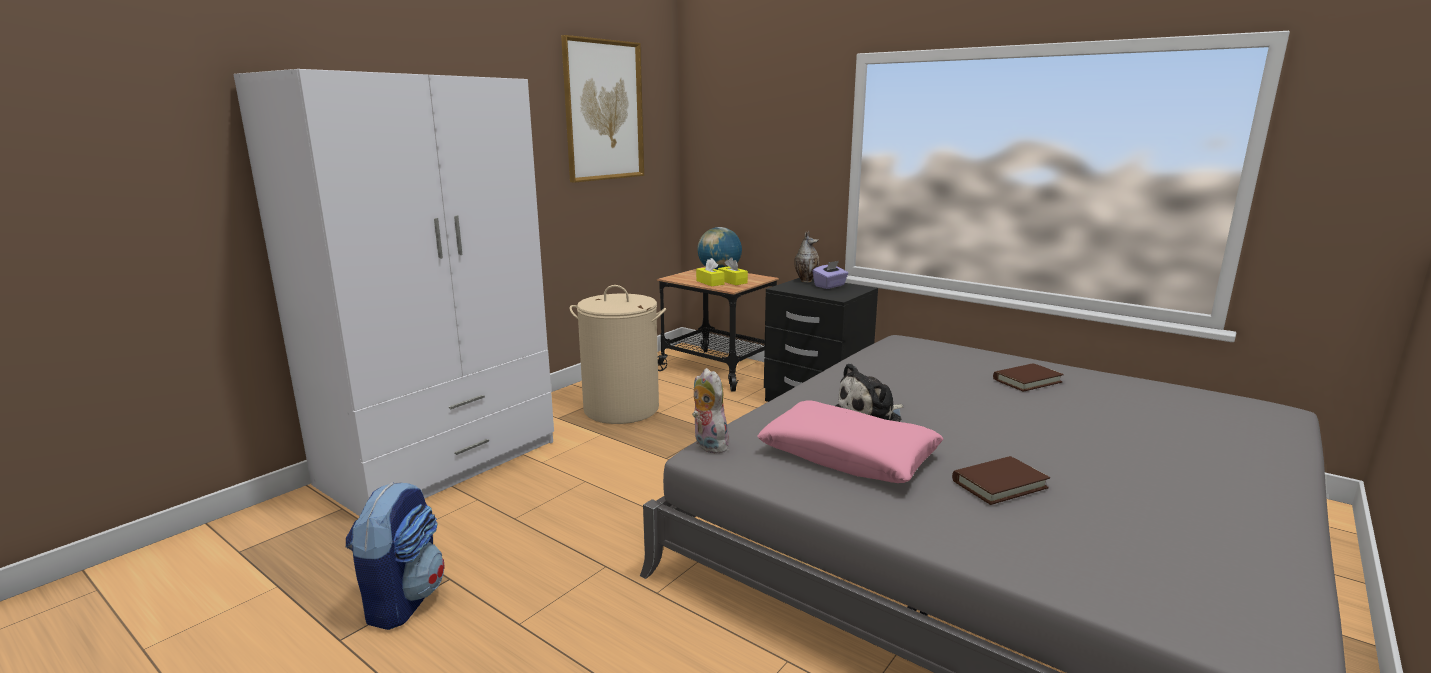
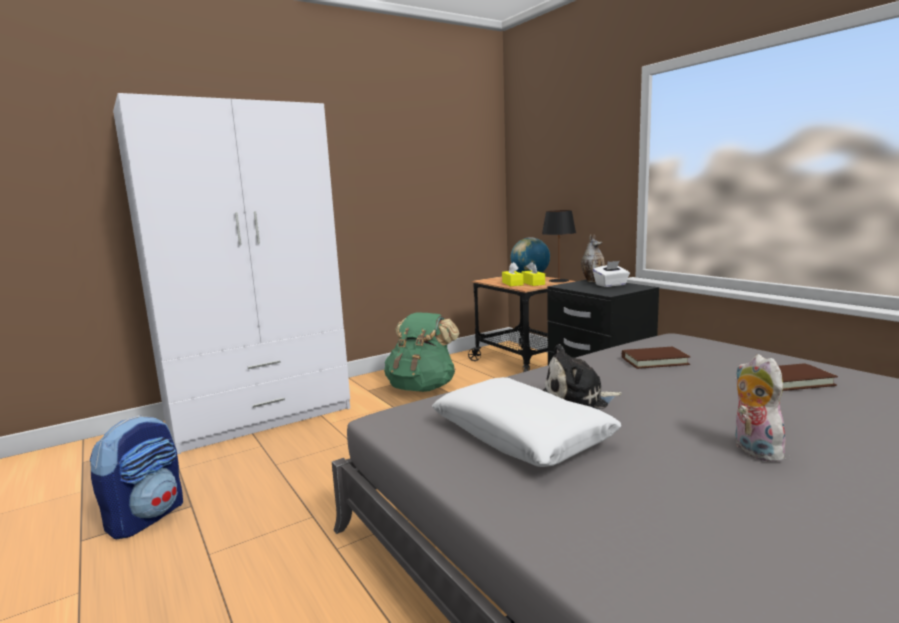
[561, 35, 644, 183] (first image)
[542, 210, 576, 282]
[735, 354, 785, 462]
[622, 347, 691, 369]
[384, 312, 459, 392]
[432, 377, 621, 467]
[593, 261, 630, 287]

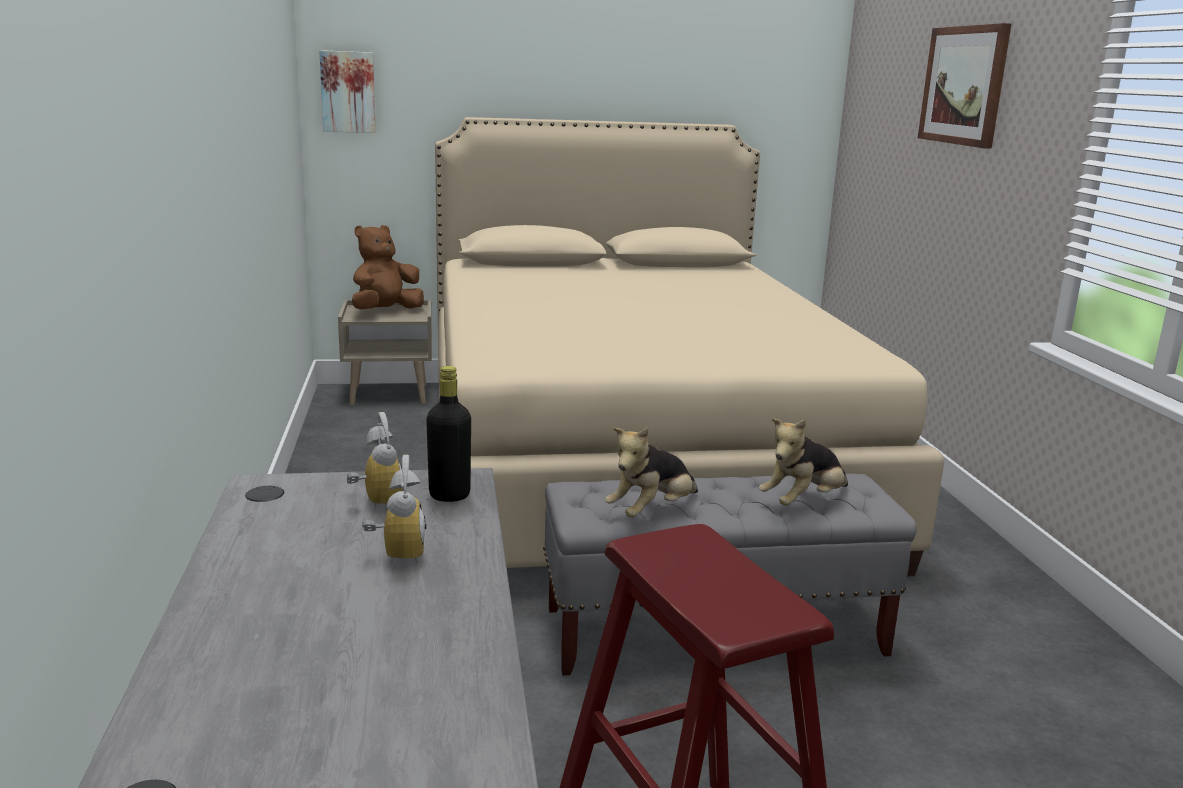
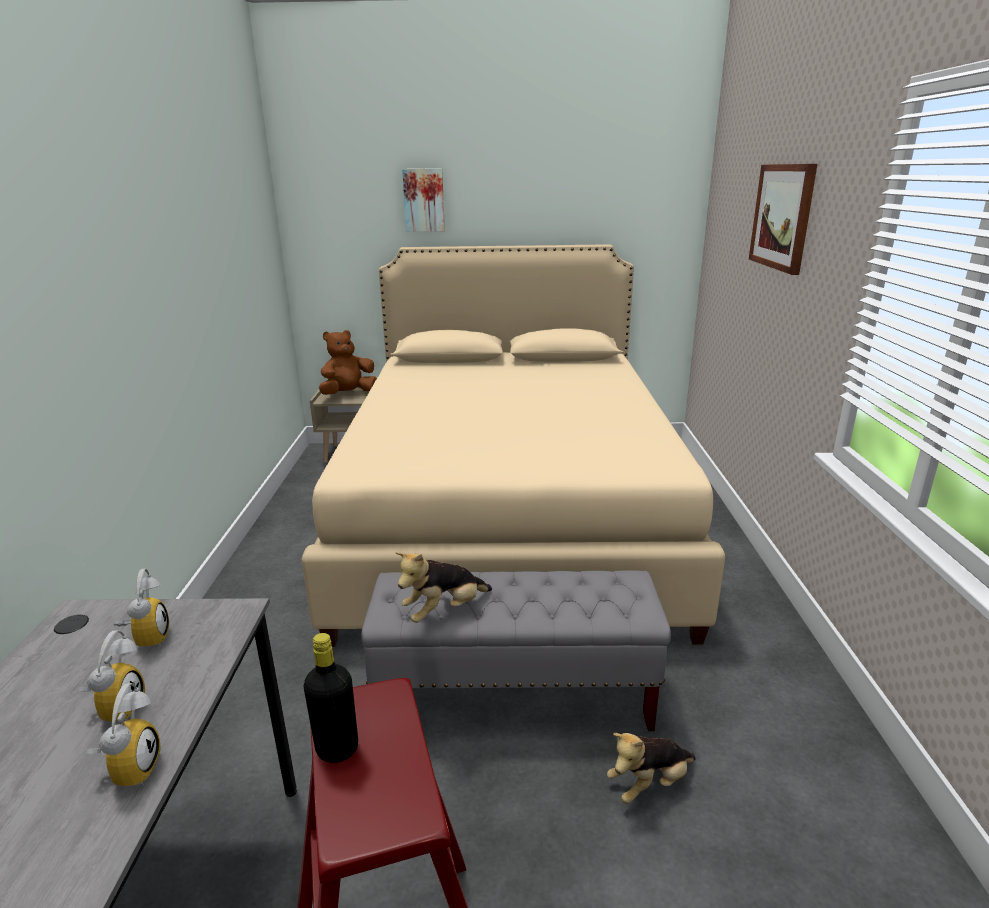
[86, 683, 161, 786]
[402, 168, 445, 232]
[304, 633, 358, 763]
[607, 733, 696, 804]

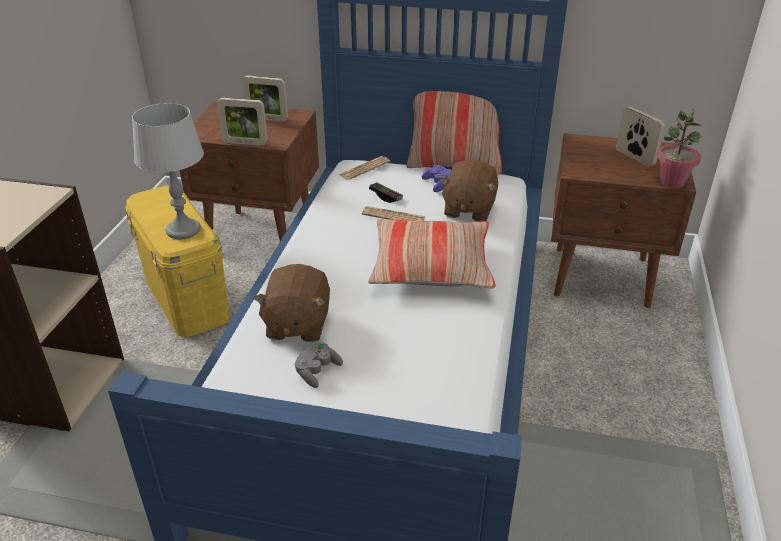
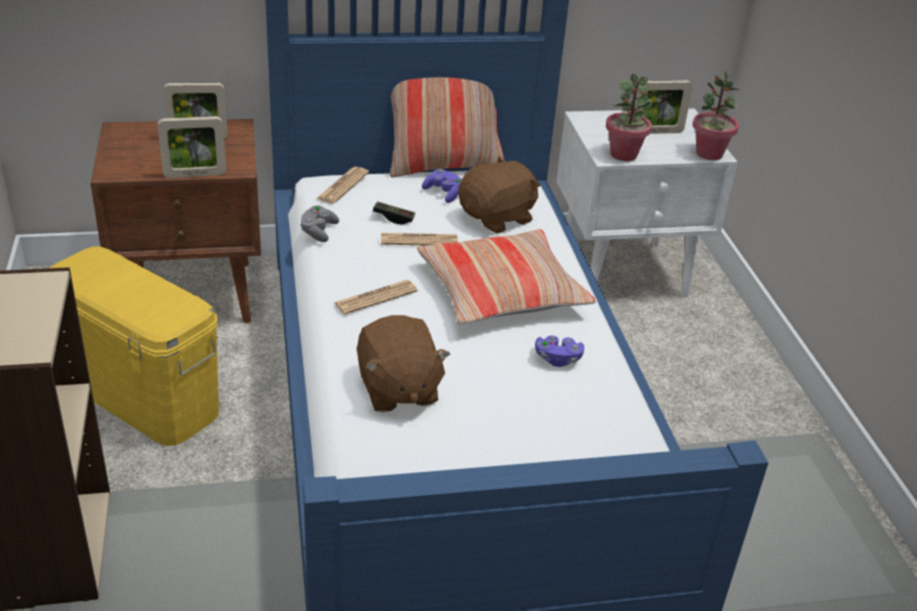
[132, 103, 204, 239] (first image)
[334, 280, 418, 315]
[535, 335, 584, 367]
[606, 74, 653, 161]
[300, 205, 339, 242]
[556, 109, 738, 298]
[458, 156, 540, 234]
[635, 80, 693, 134]

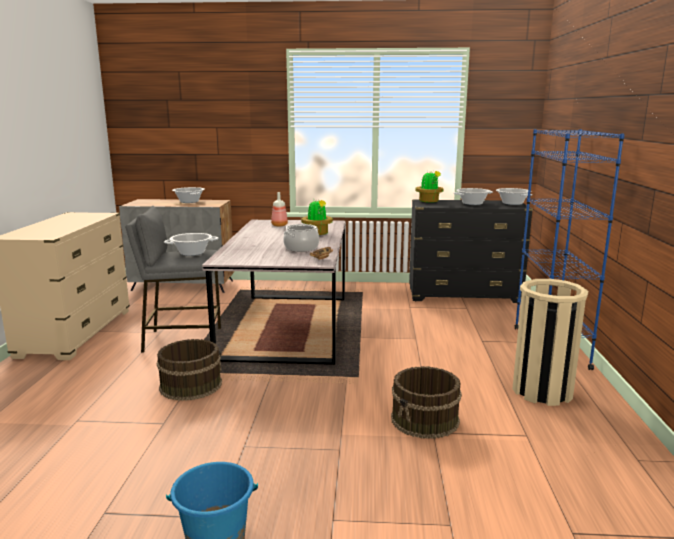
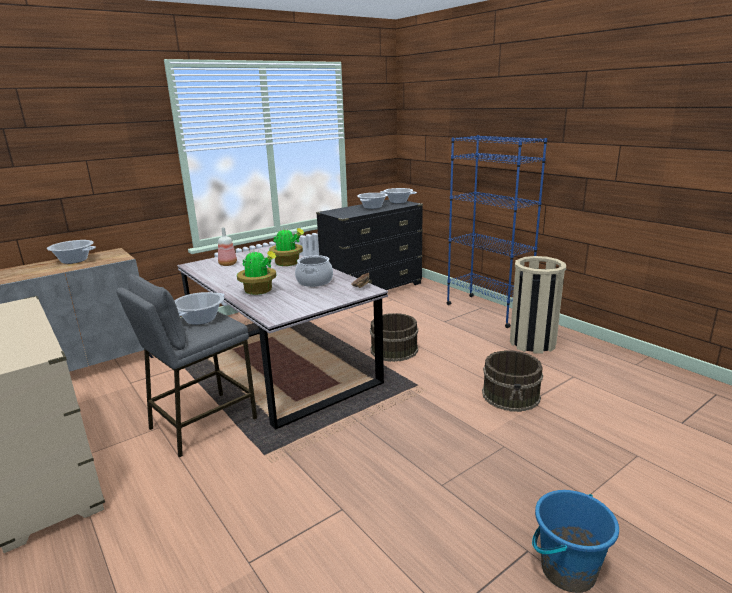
[370, 313, 418, 362]
[237, 250, 276, 295]

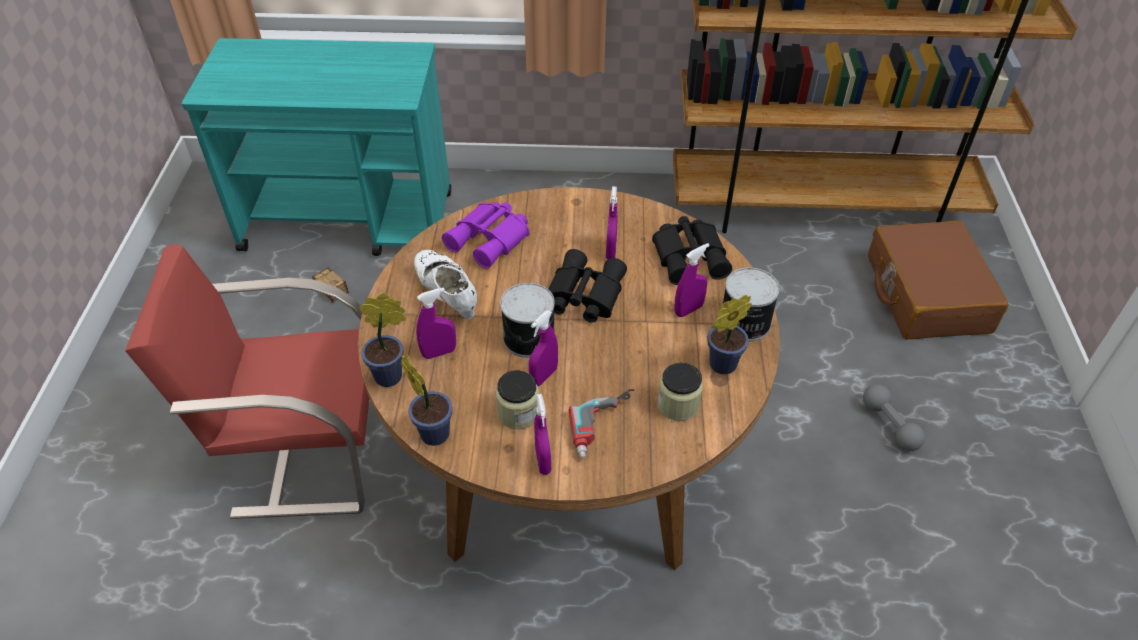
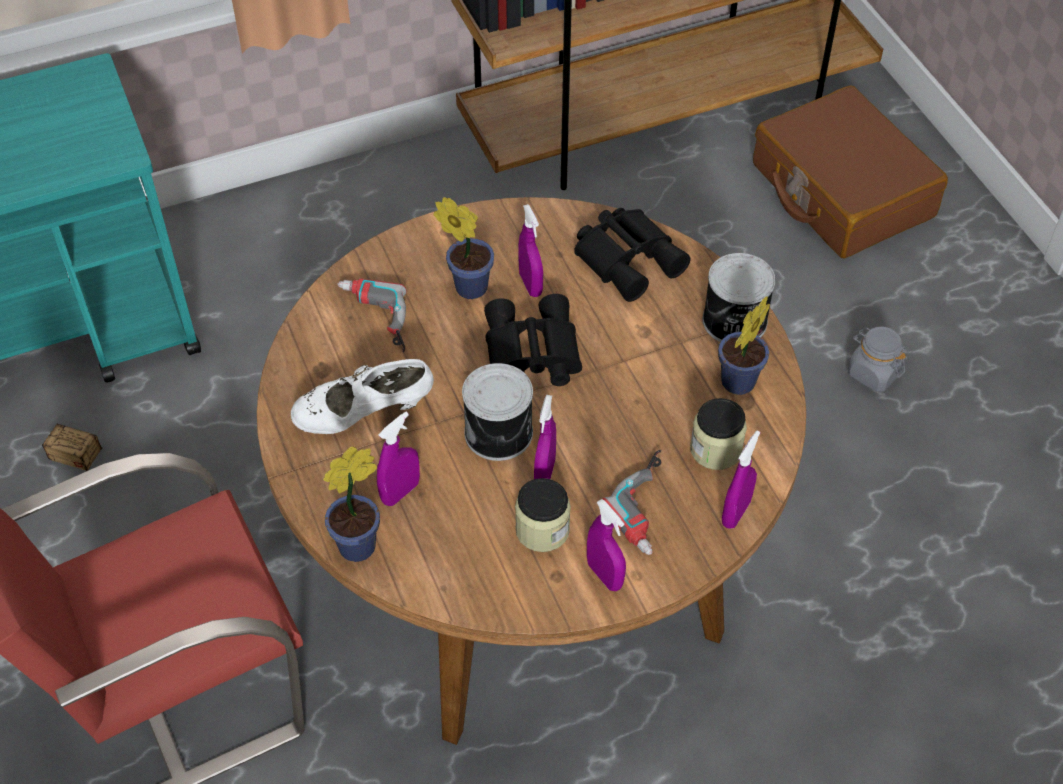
[433, 197, 494, 299]
[722, 430, 760, 529]
[337, 278, 407, 353]
[848, 327, 907, 392]
[291, 359, 434, 434]

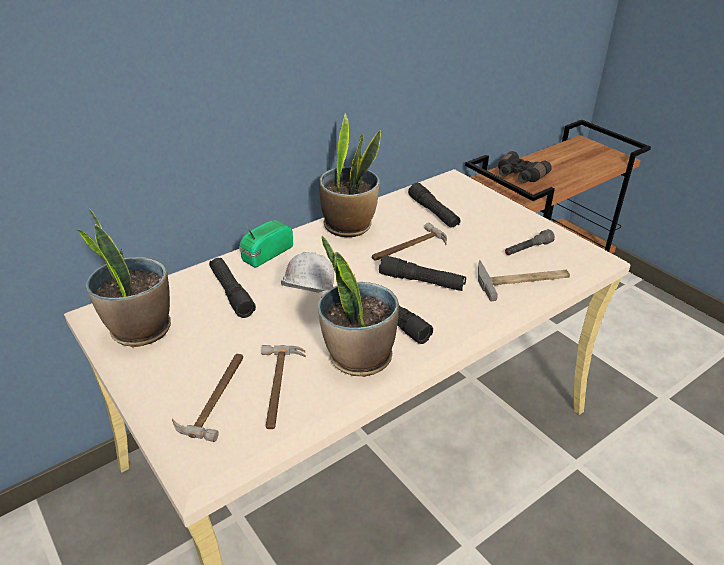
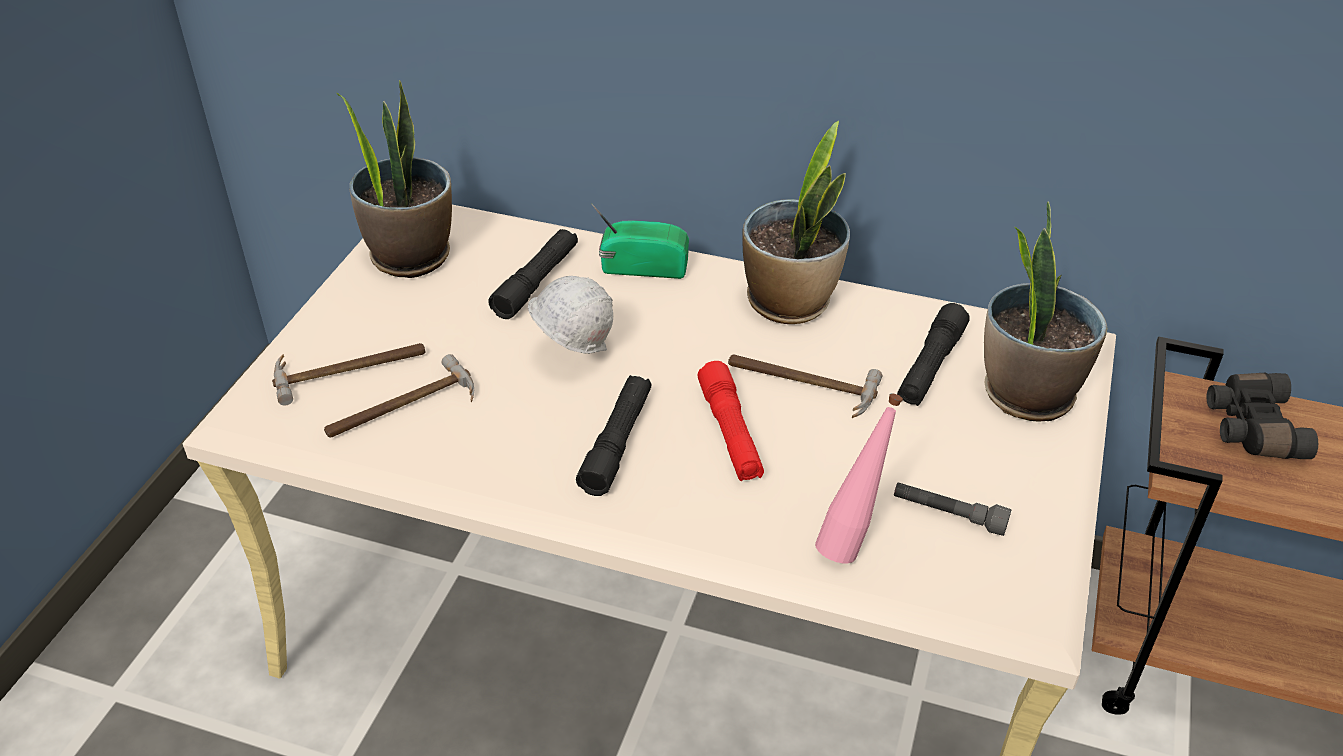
[984, 201, 1107, 422]
[815, 393, 903, 563]
[697, 361, 764, 481]

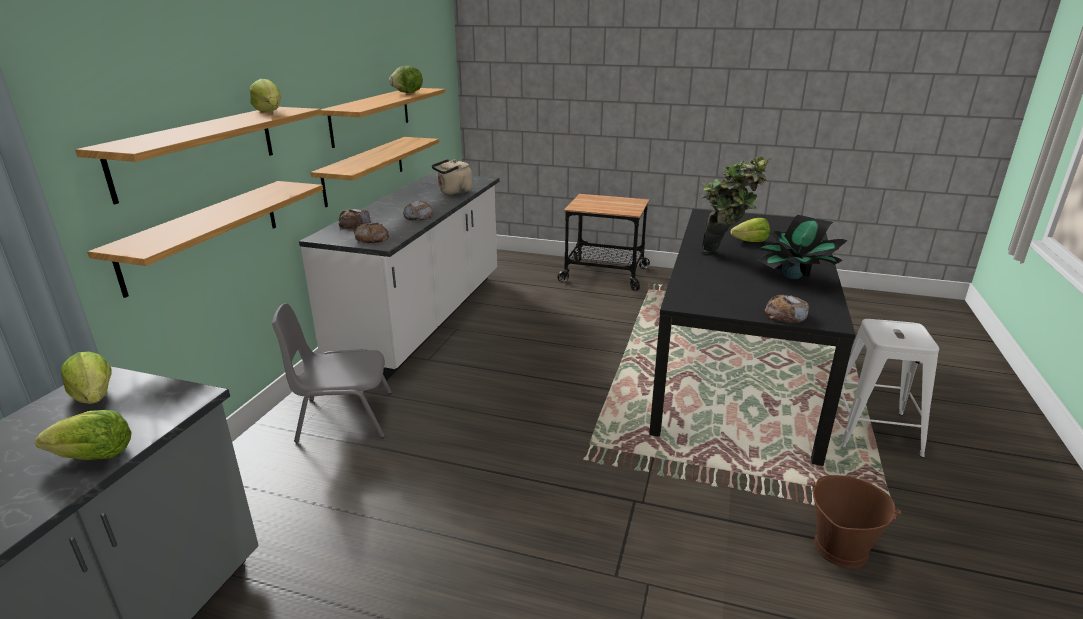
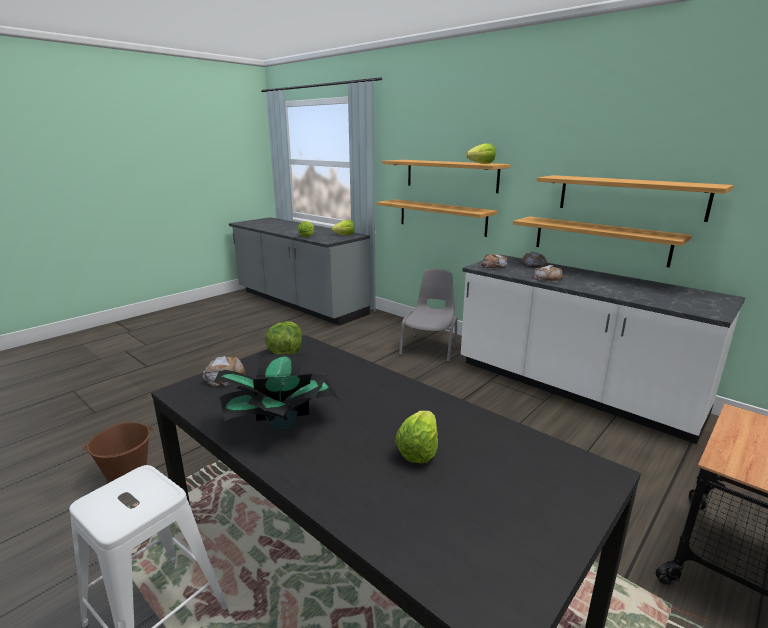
[432, 159, 472, 195] (first image)
[701, 156, 772, 253] (first image)
[265, 321, 302, 354]

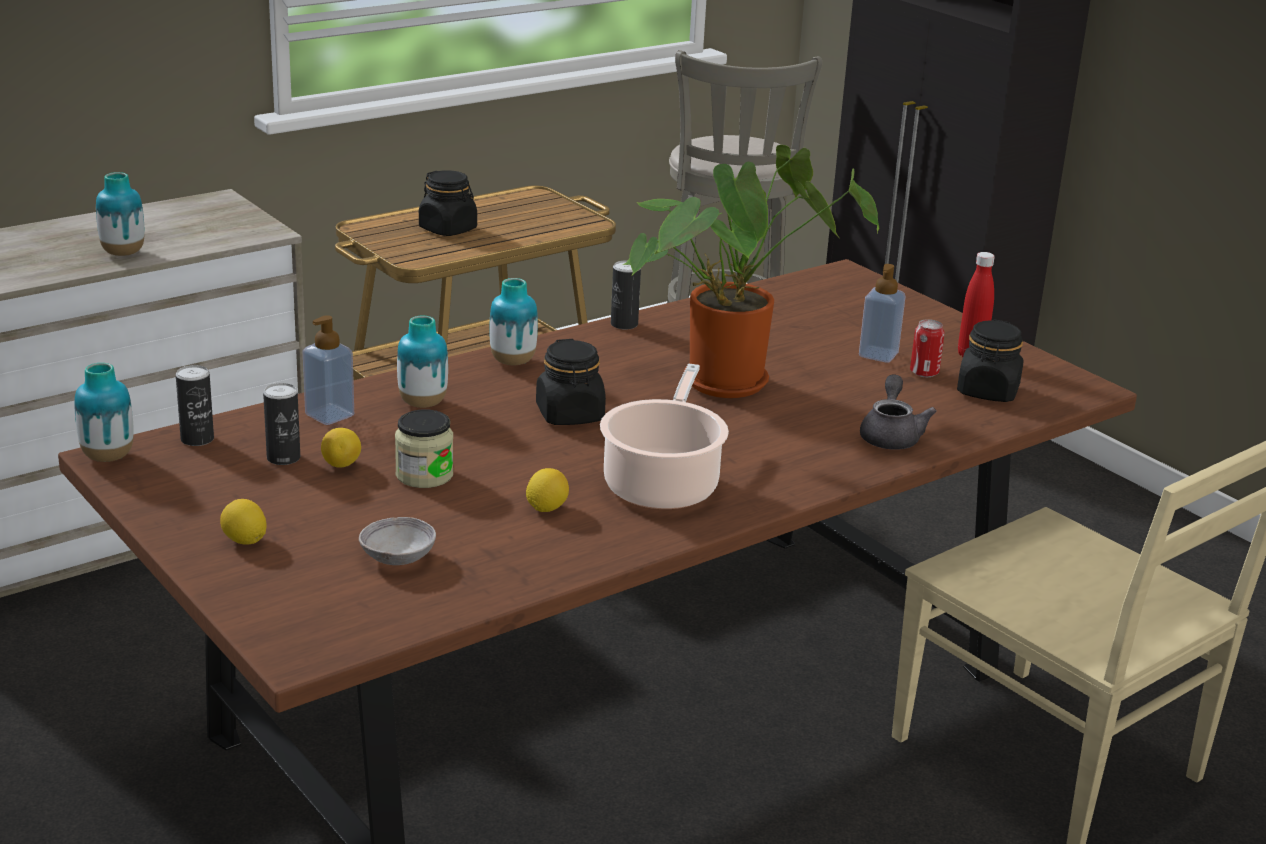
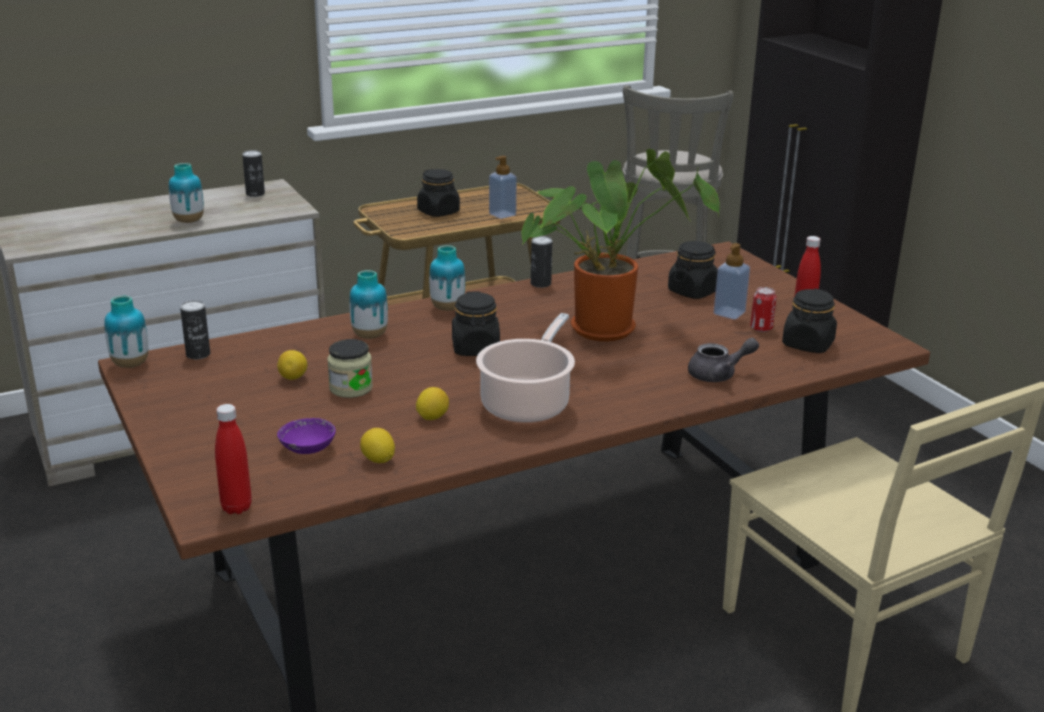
[215, 404, 252, 514]
[668, 241, 718, 299]
[360, 428, 395, 463]
[242, 150, 265, 197]
[489, 156, 517, 219]
[277, 418, 336, 454]
[688, 338, 759, 382]

